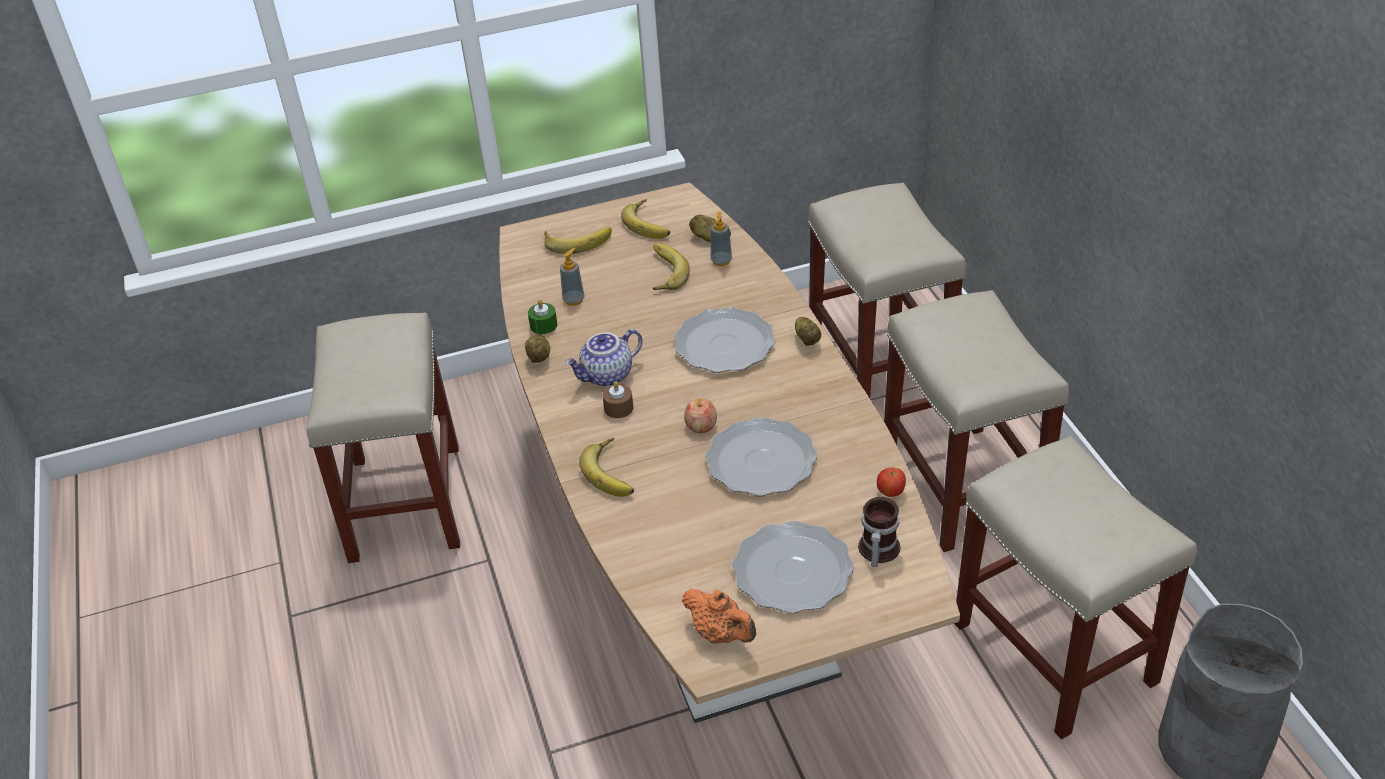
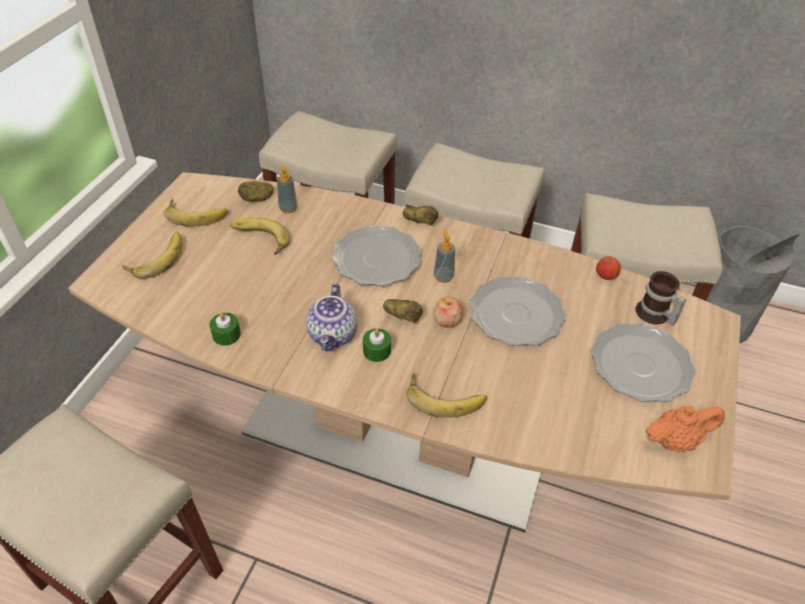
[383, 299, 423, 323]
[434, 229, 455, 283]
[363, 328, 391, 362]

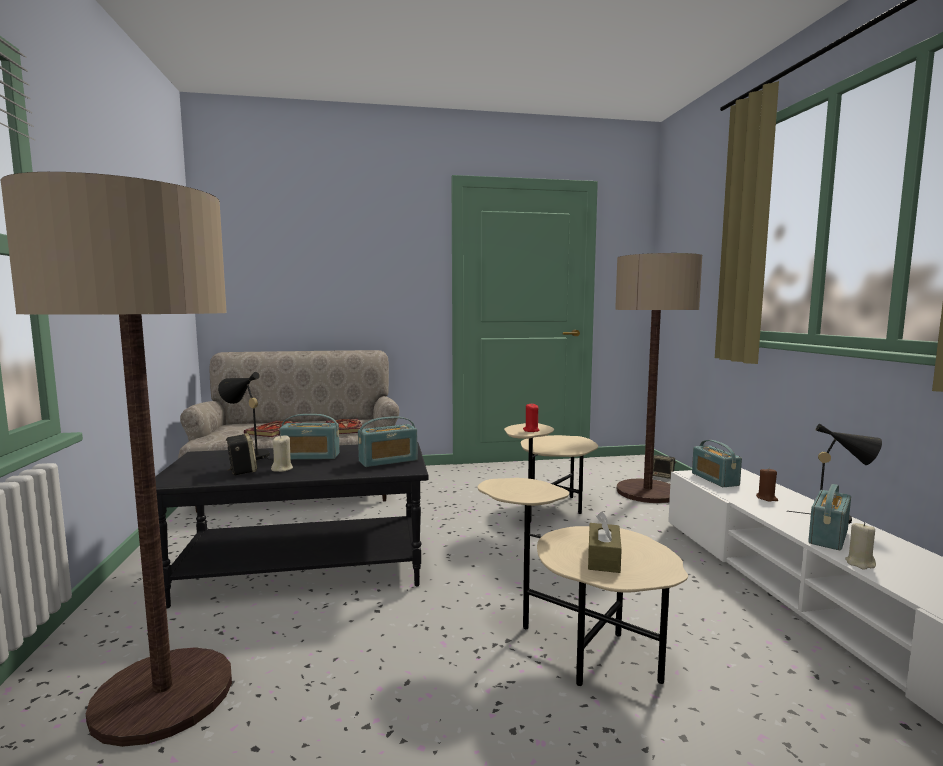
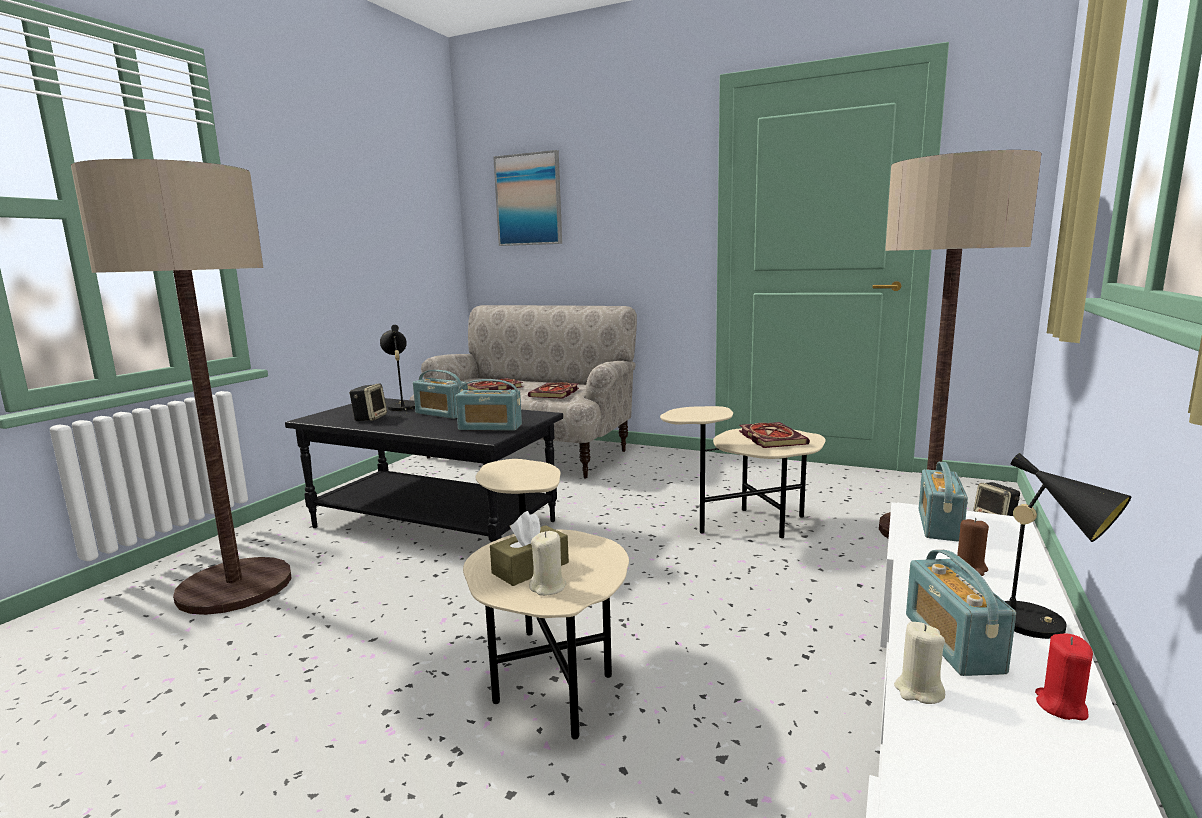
[493, 150, 562, 246]
[739, 422, 810, 448]
[529, 531, 566, 596]
[1035, 634, 1093, 721]
[906, 550, 1016, 676]

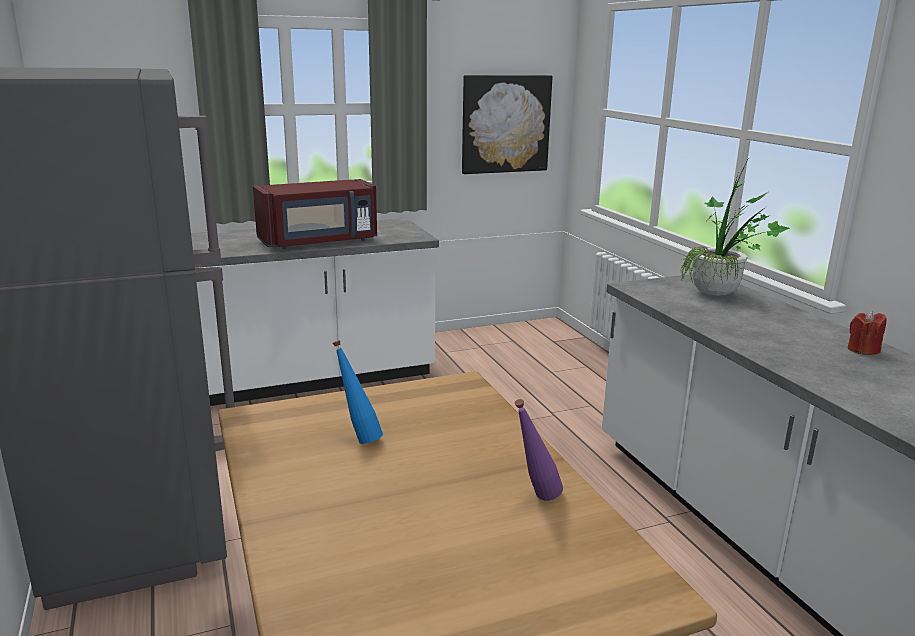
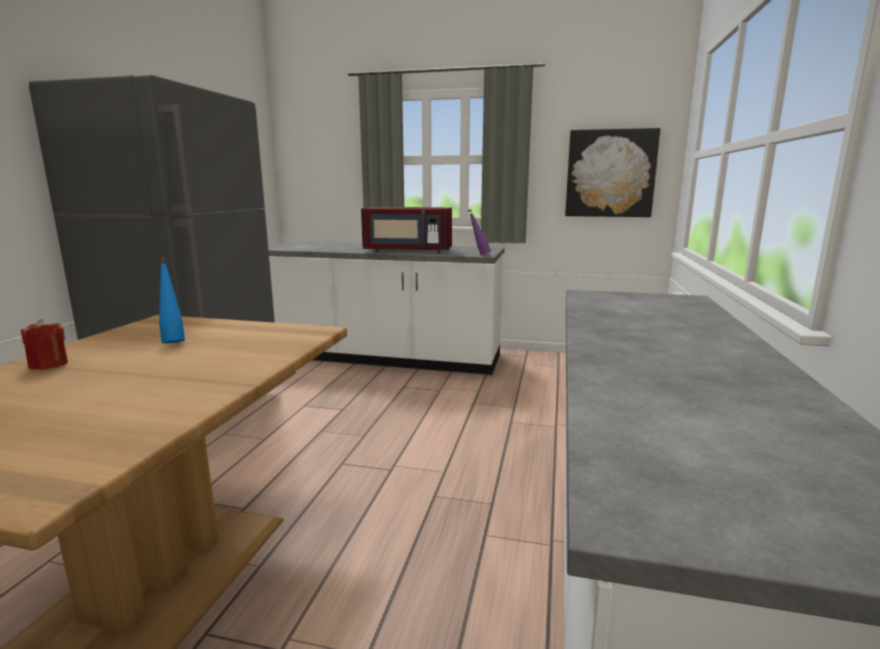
[680, 164, 790, 296] (first image)
[468, 210, 491, 255]
[21, 319, 68, 370]

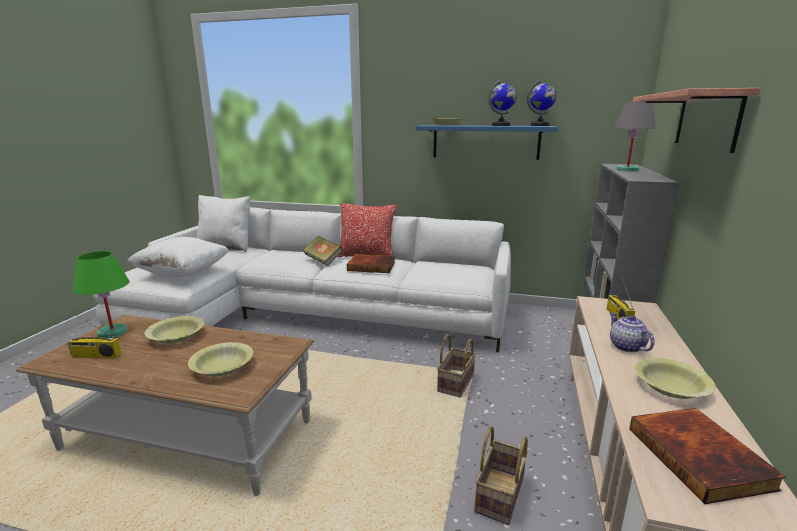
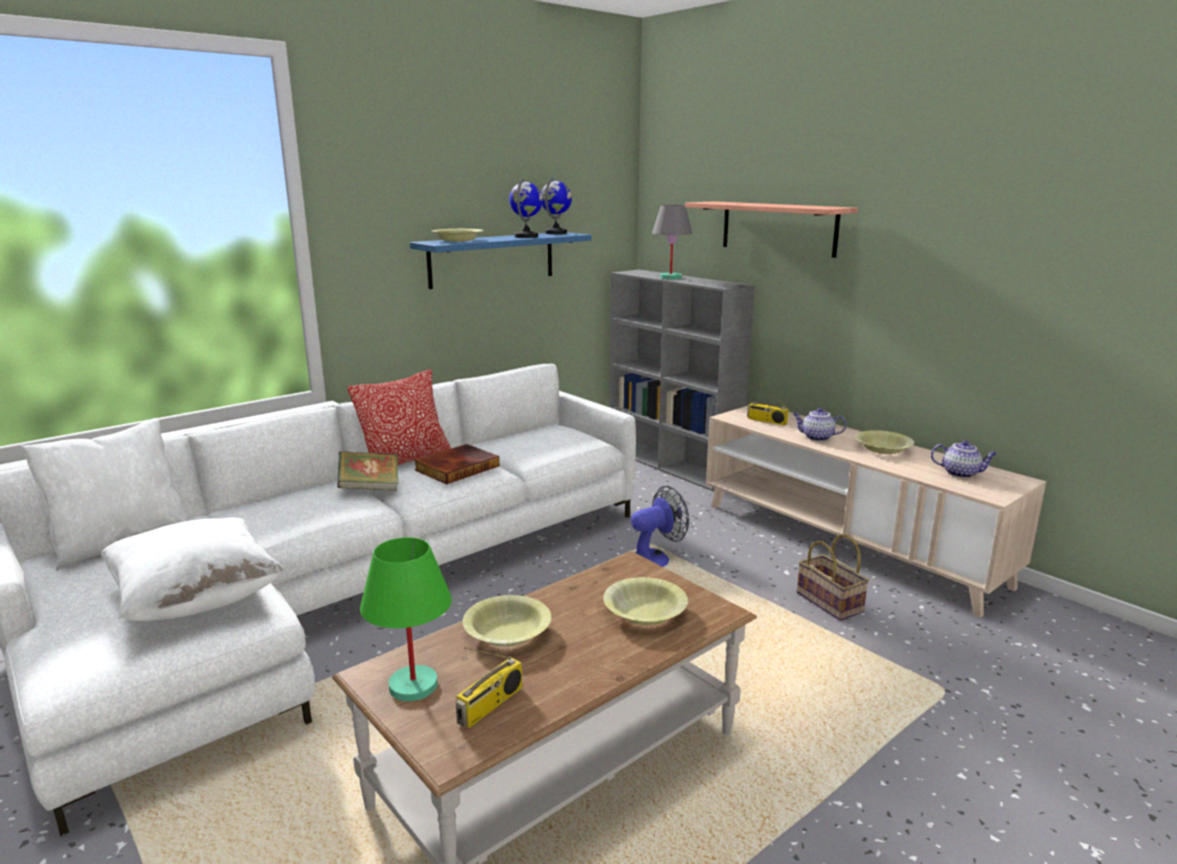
[631, 485, 689, 567]
[931, 441, 997, 478]

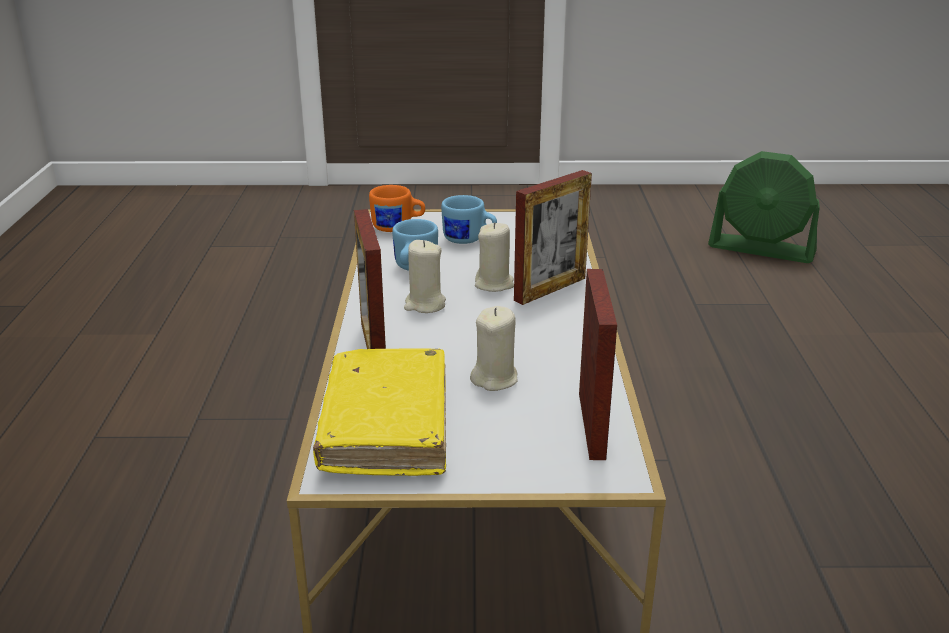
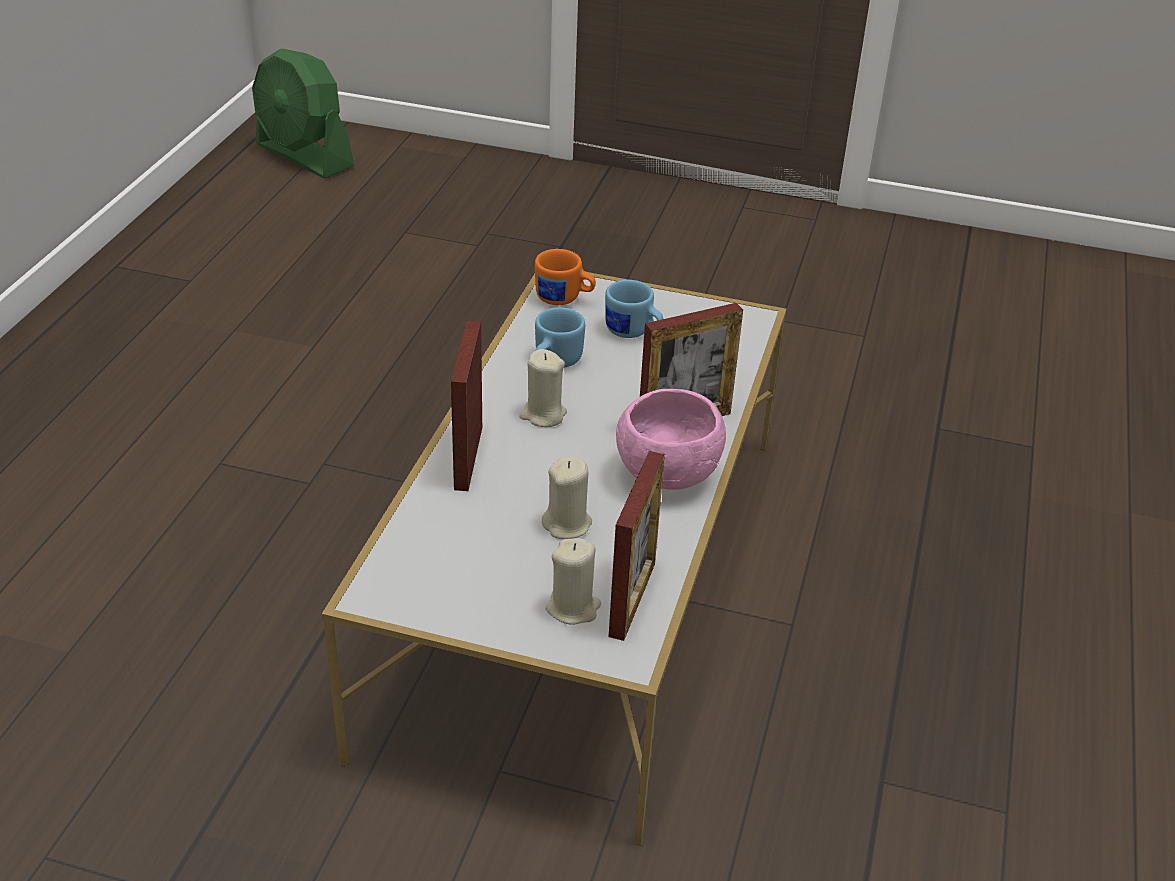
[313, 349, 446, 476] (first image)
[616, 389, 726, 490]
[546, 538, 601, 625]
[252, 48, 354, 179]

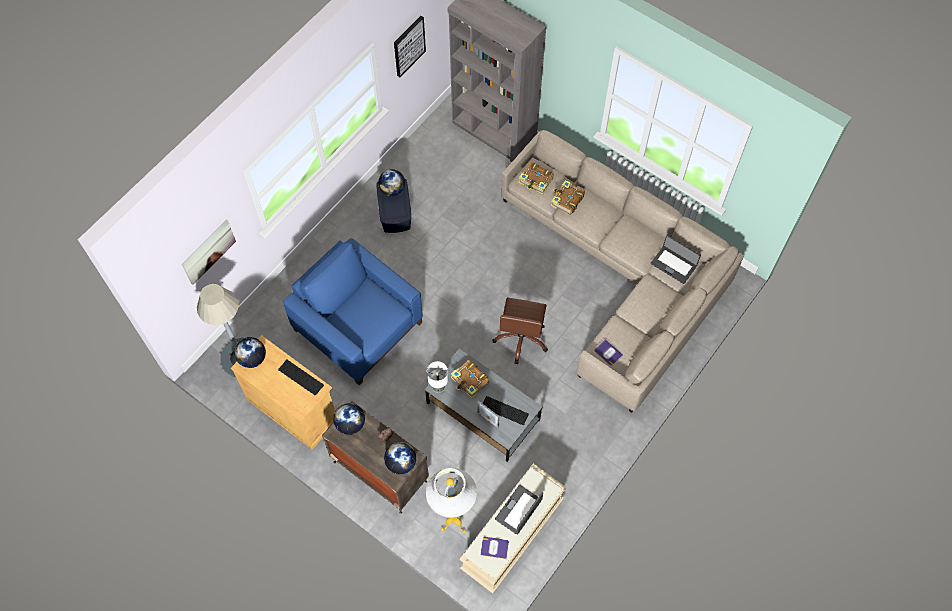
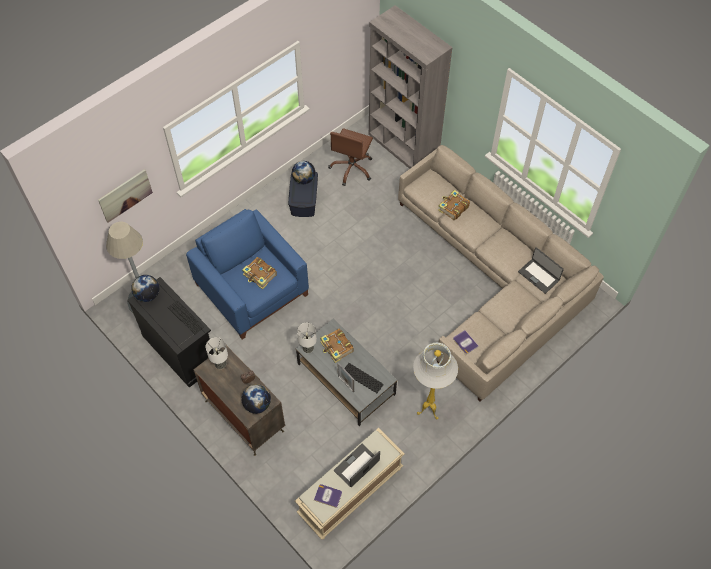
[394, 16, 426, 77] (first image)
[413, 343, 458, 419]
[328, 128, 373, 186]
[242, 257, 277, 290]
[206, 337, 228, 369]
[127, 277, 214, 388]

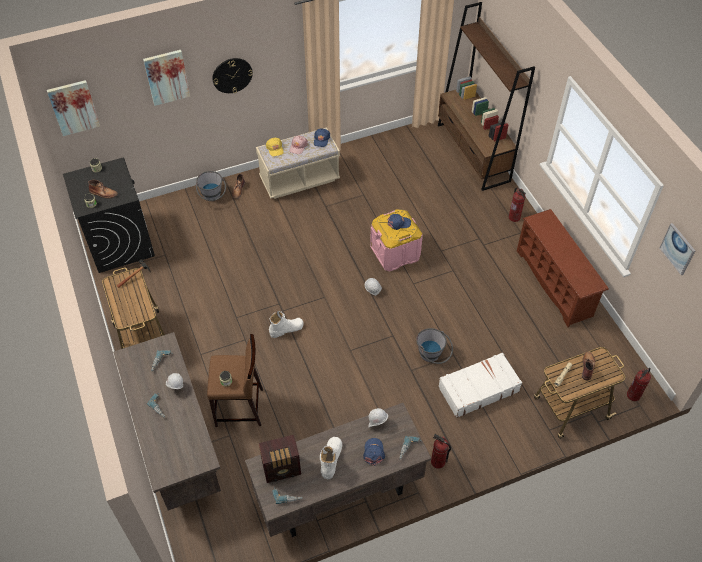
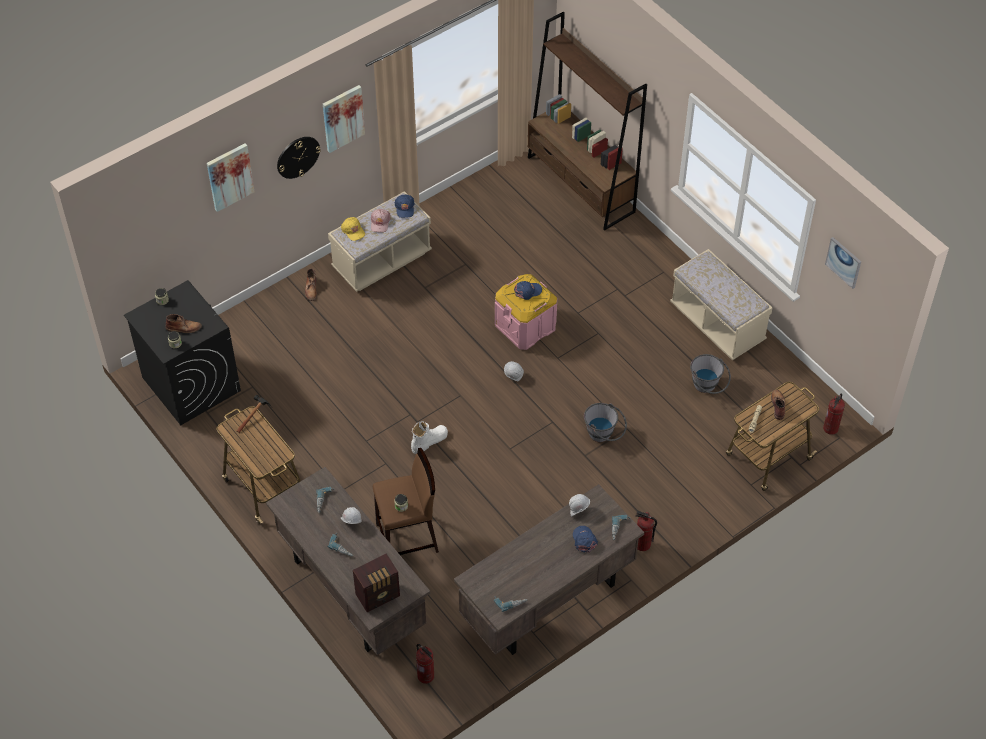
[320, 437, 342, 479] (first image)
[438, 352, 522, 418] (first image)
[323, 85, 365, 153]
[690, 354, 731, 394]
[353, 553, 400, 612]
[416, 644, 434, 684]
[670, 249, 772, 360]

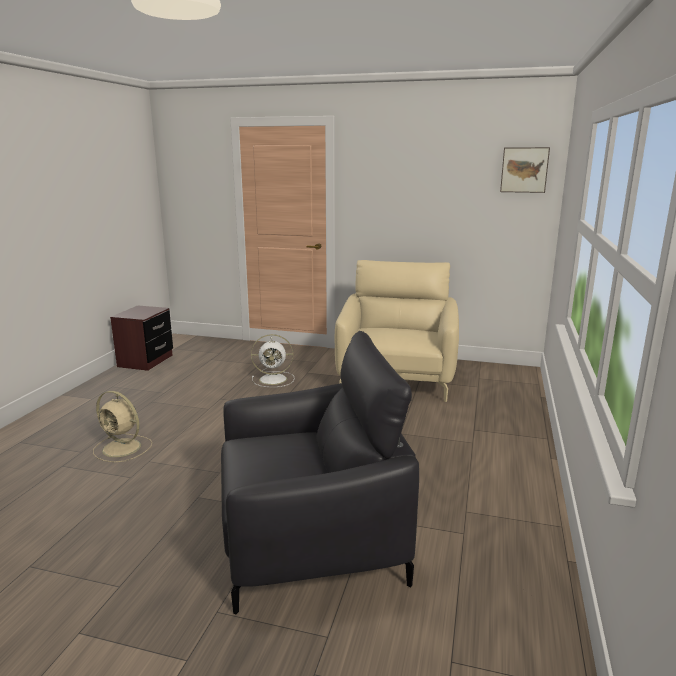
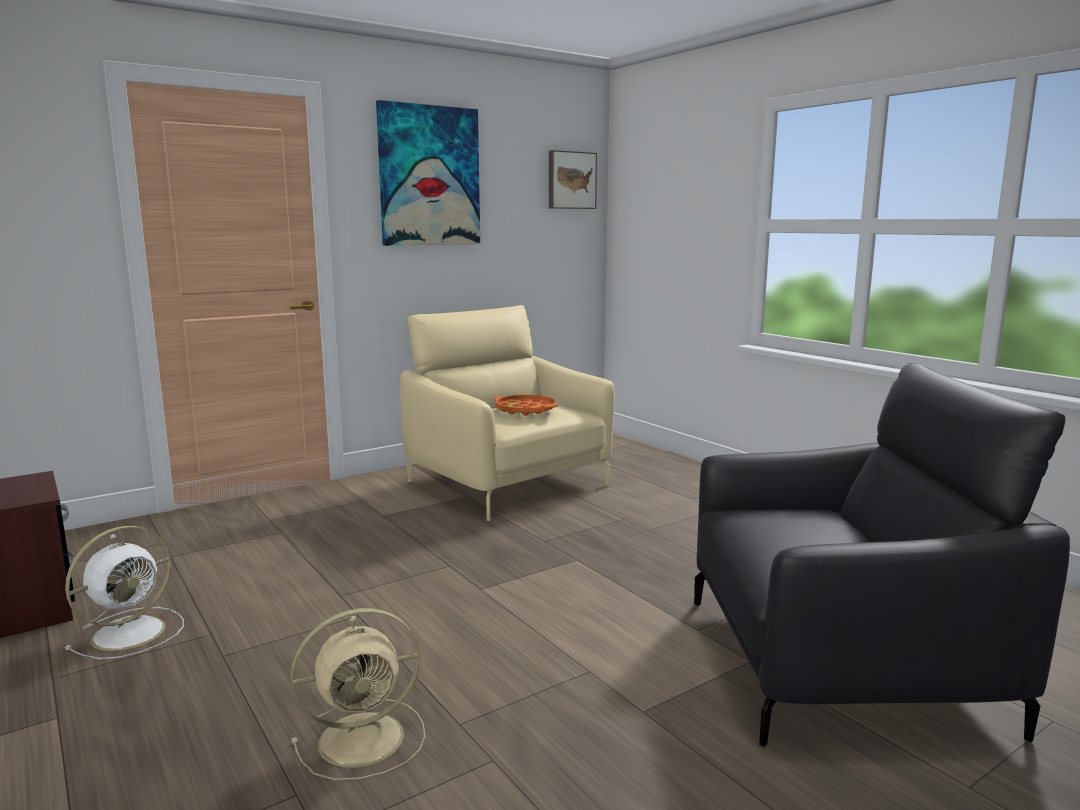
[376, 100, 480, 246]
[494, 395, 558, 416]
[65, 526, 184, 660]
[694, 363, 1070, 747]

